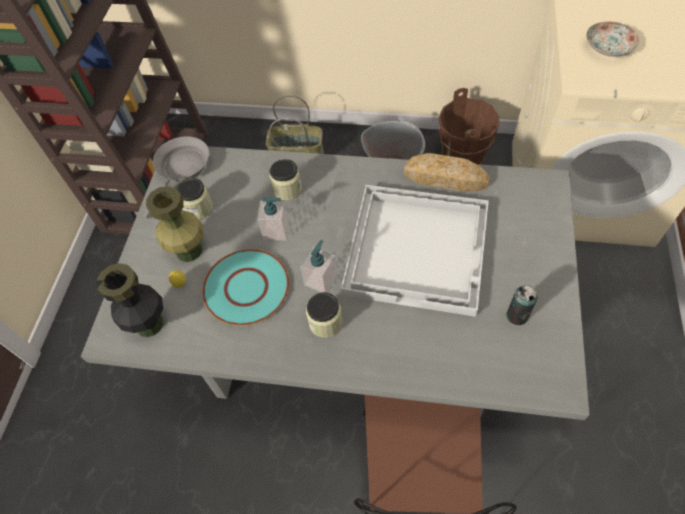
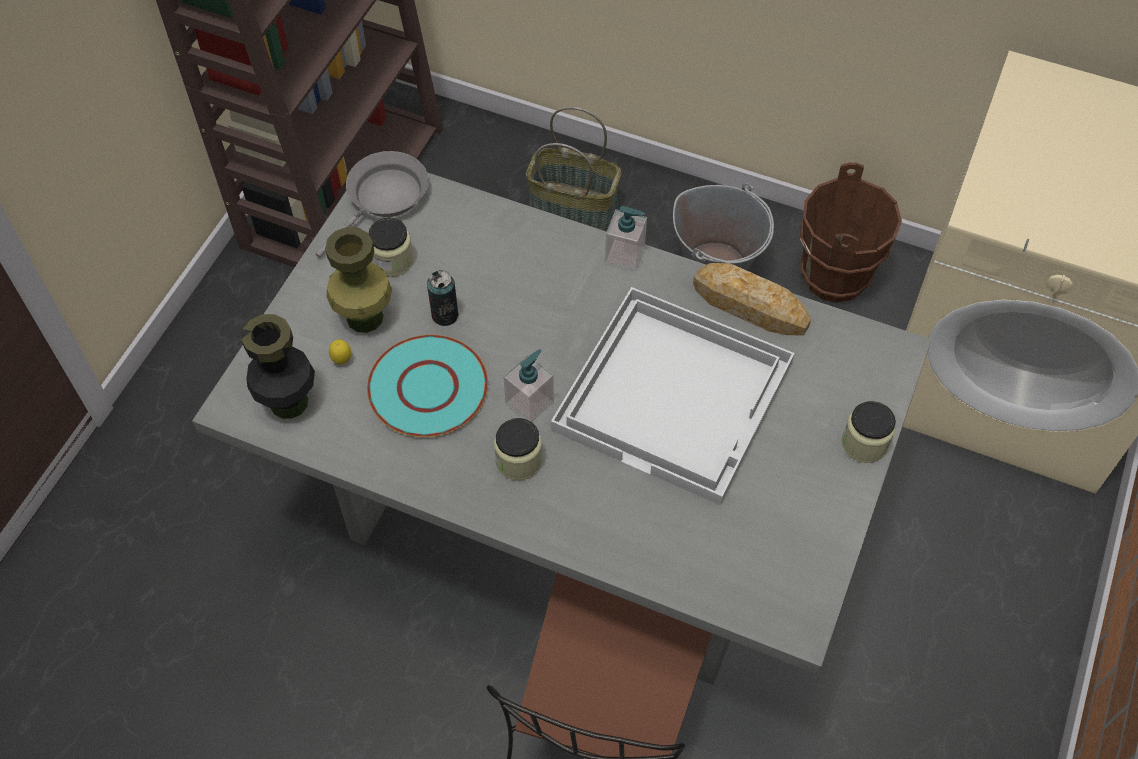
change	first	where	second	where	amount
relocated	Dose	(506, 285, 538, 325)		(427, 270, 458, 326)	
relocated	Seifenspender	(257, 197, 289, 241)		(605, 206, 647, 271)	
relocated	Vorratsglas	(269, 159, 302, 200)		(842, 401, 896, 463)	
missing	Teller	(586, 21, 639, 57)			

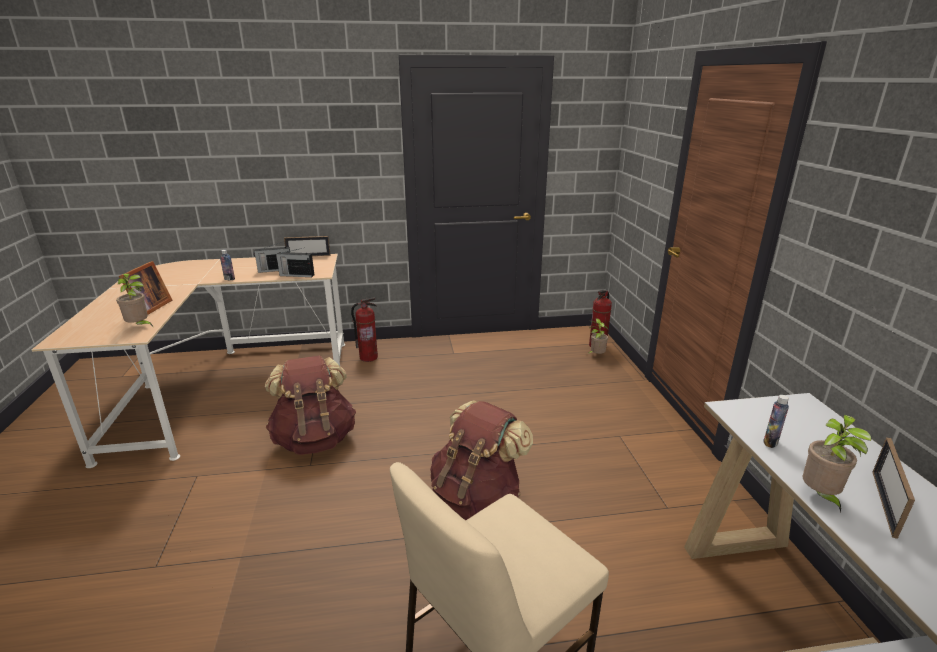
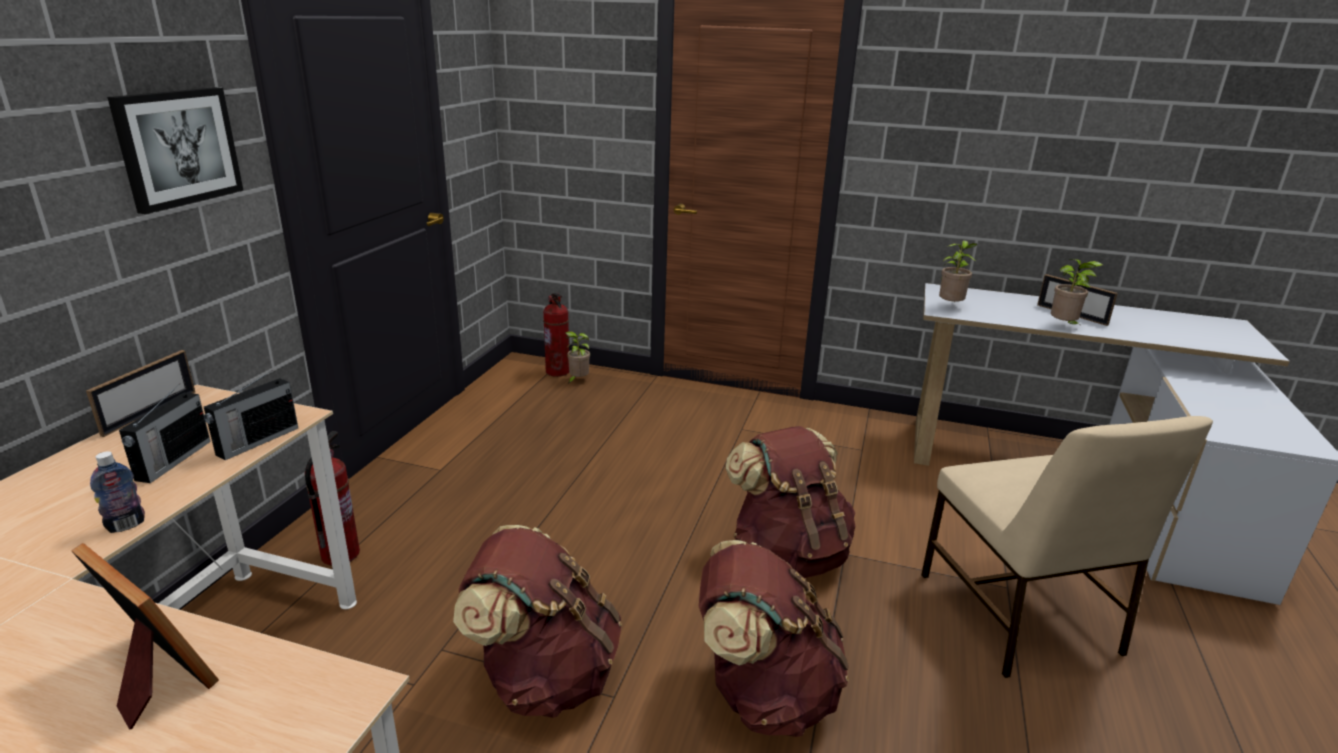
change	first	where	second	where	amount
appeared			Bild	(107, 87, 243, 214)	
appeared			Rucksack [braun]	(699, 540, 849, 737)	
relocated	Topfpflanze	(116, 274, 153, 326)		(939, 240, 978, 302)	
missing	Flasche	(763, 395, 789, 448)			

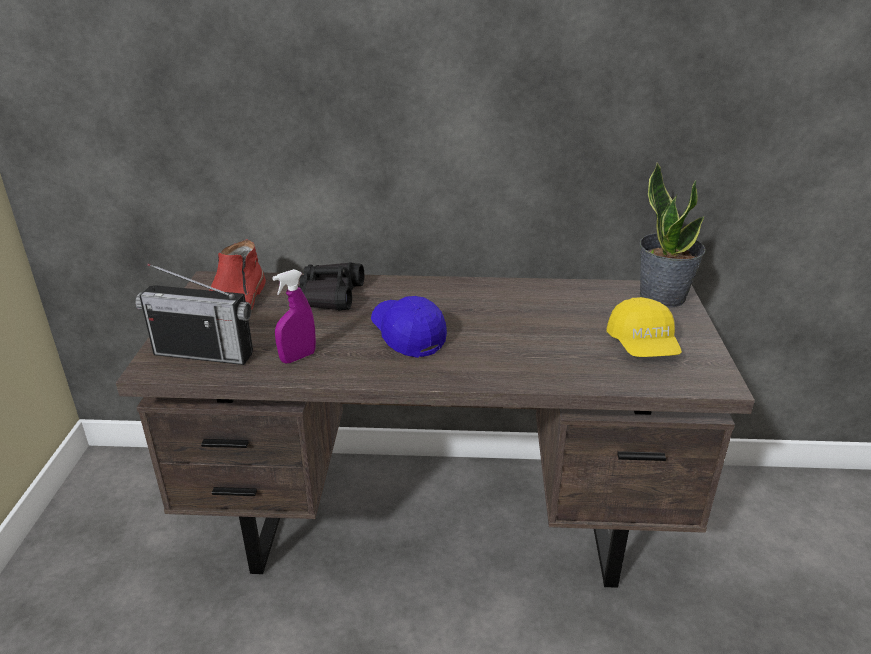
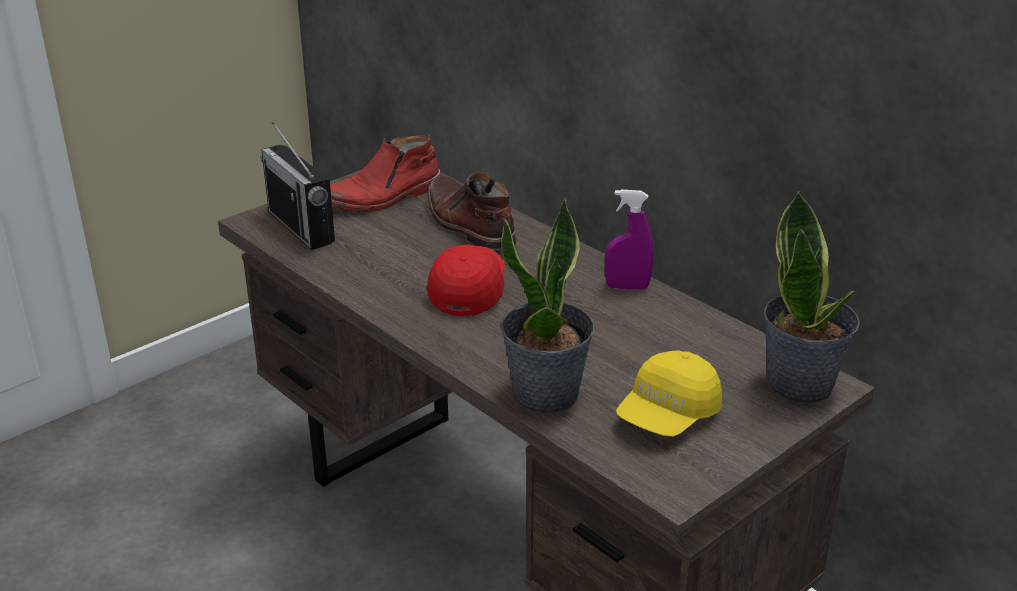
change	first	where	second	where	amount
colour	Kappe [blau]	(371, 296, 447, 358)	Kappe [rot]	(427, 244, 505, 316)	
exchanged	Fernglas [schwarz]	(298, 262, 364, 311)	Stiefel [braun]	(428, 172, 516, 250)	
appeared			Topfpflanze	(501, 198, 595, 414)	
relocated	Sprühflasche [lila]	(272, 269, 316, 363)		(605, 189, 654, 290)	

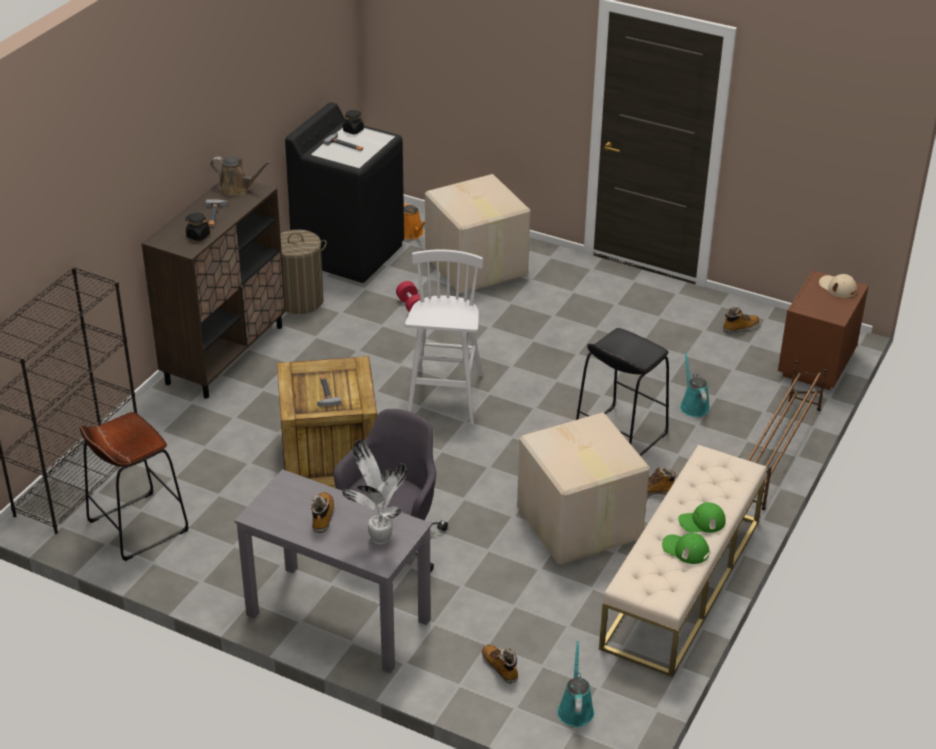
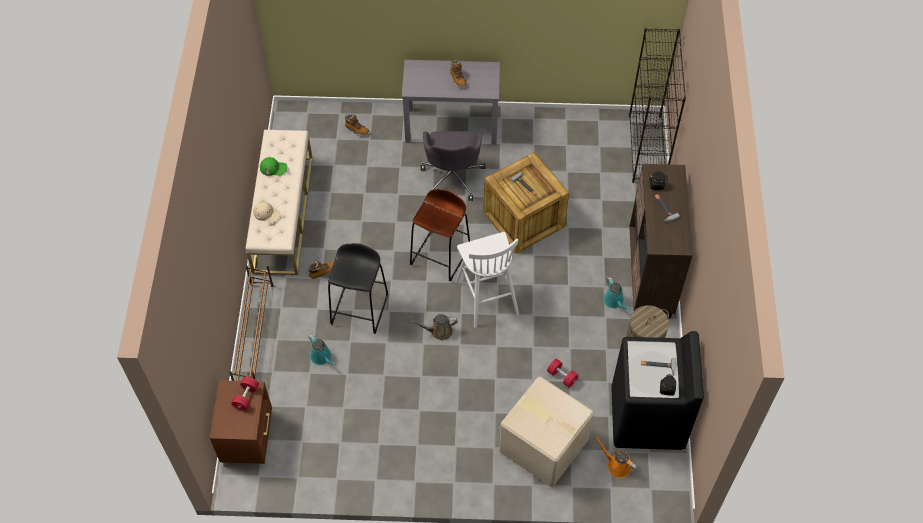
change	first	where	second	where	amount
appeared			Hantel [rot]	(231, 376, 259, 411)	
relocated	Kappe [beige]	(819, 274, 857, 298)		(253, 202, 281, 223)	
relocated	Hocker [braun]	(79, 412, 189, 561)		(410, 189, 470, 281)	
relocated	Gießkanne [braun]	(210, 156, 272, 196)		(411, 314, 458, 340)	
relocated	Gießkanne [türkis]	(557, 641, 594, 727)		(603, 277, 631, 311)	
missing	Topfpflanze	(342, 439, 407, 544)			
missing	Karton	(517, 412, 650, 565)			
missing	Kappe [grün]	(678, 502, 726, 533)			
missing	Stiefel	(723, 306, 760, 333)			

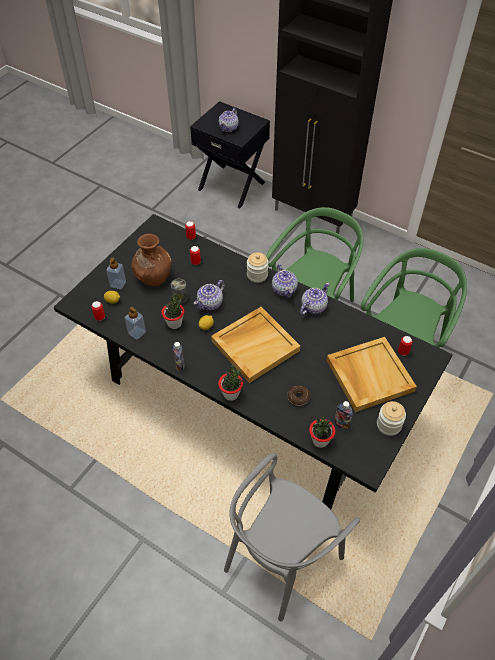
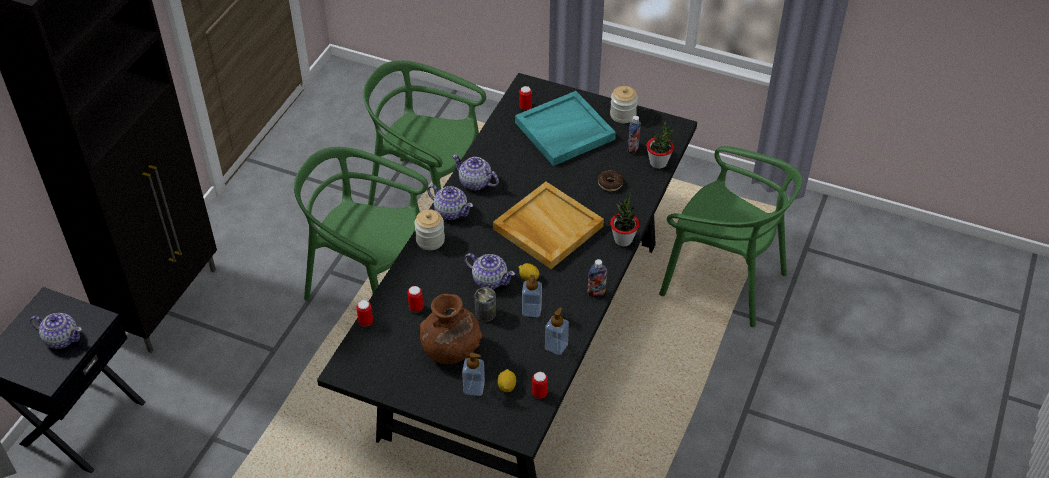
change	first	where	second	where	amount
spun	Teekanne	(272, 264, 298, 298)		(427, 185, 473, 220)	60 degrees clockwise
colour	Tablett [beige]	(326, 337, 417, 412)	Tablett [türkis]	(515, 91, 616, 166)	
exchanged	Topfpflanze	(161, 293, 184, 329)	Seifenspender	(522, 275, 542, 317)	
colour	Stuhl [grau]	(224, 453, 361, 621)	Stuhl [grün]	(659, 146, 802, 327)	

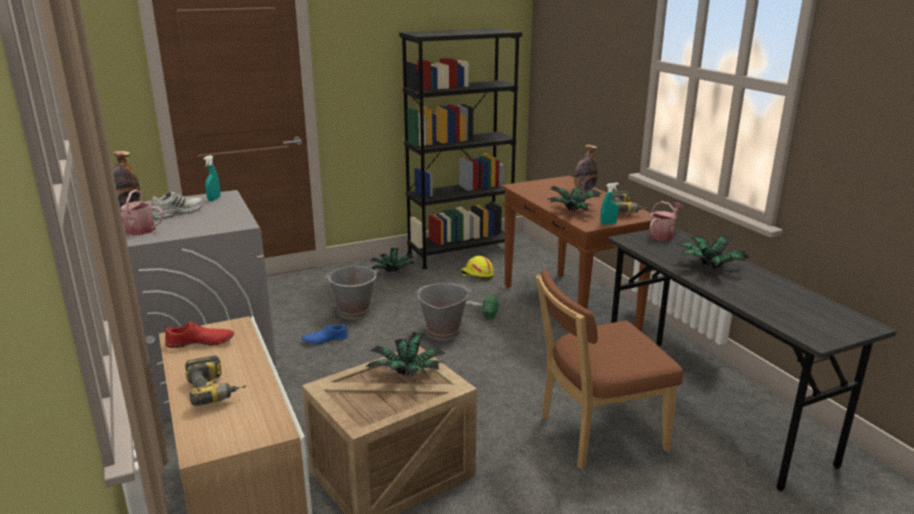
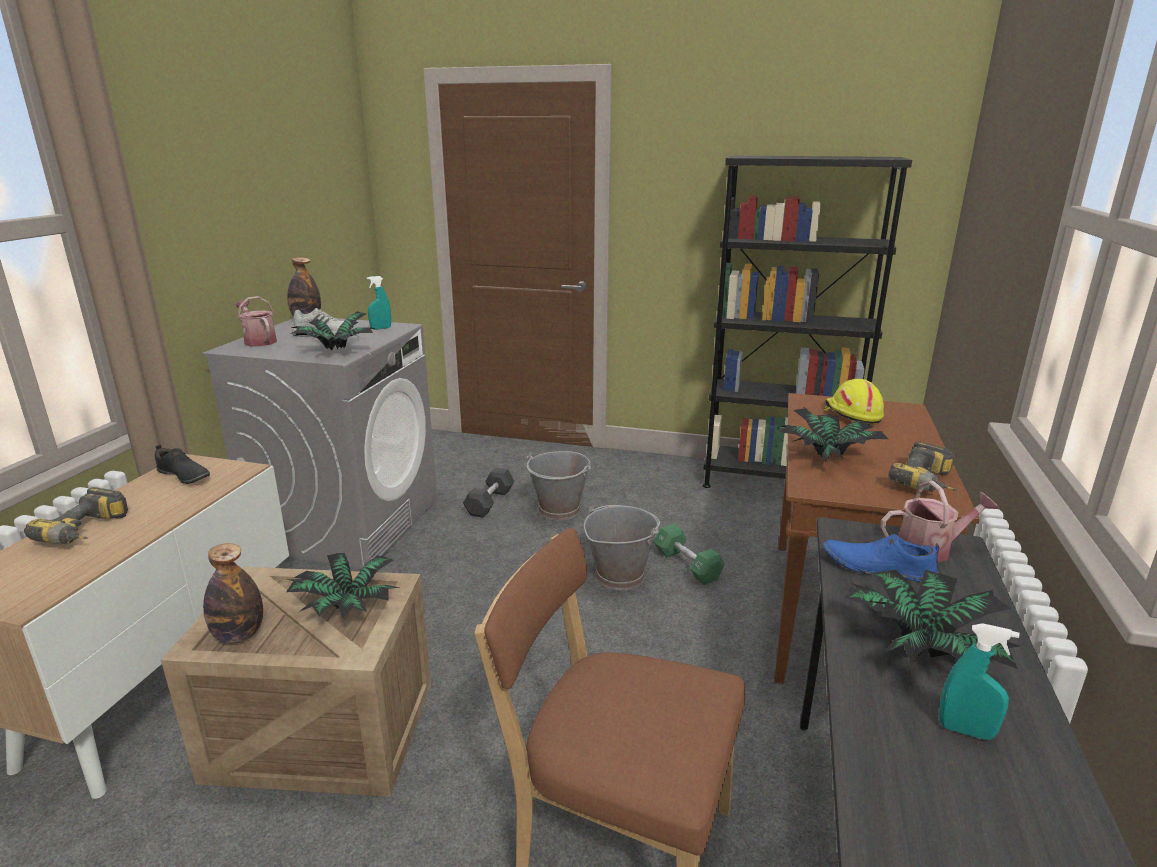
change	first	where	second	where	amount
colour	Schuh [rot]	(165, 321, 234, 348)	Schuh [schwarz]	(155, 445, 210, 484)	
relocated	Flasche	(574, 145, 598, 191)		(203, 543, 263, 644)	
relocated	Topfpflanze	(370, 248, 415, 273)		(290, 312, 376, 350)	
appeared			Hantel [schwarz]	(463, 467, 515, 518)	
relocated	Schuh [blau]	(302, 322, 348, 345)		(823, 534, 939, 582)	
relocated	Schutzhelm [gelb]	(461, 256, 494, 279)		(824, 379, 884, 424)	
relocated	Sprühflasche [türkis]	(600, 183, 619, 225)		(939, 623, 1020, 740)	

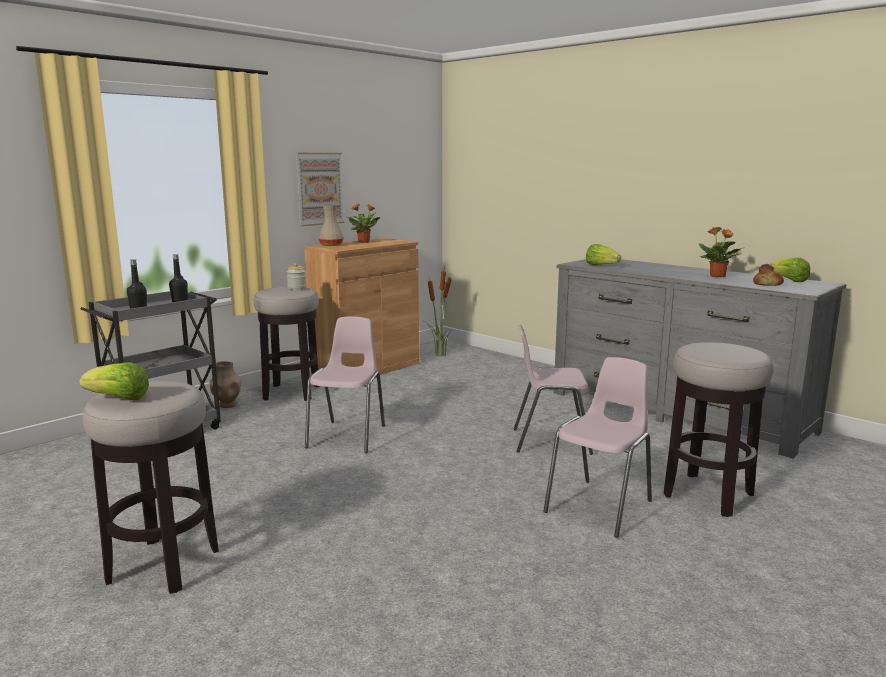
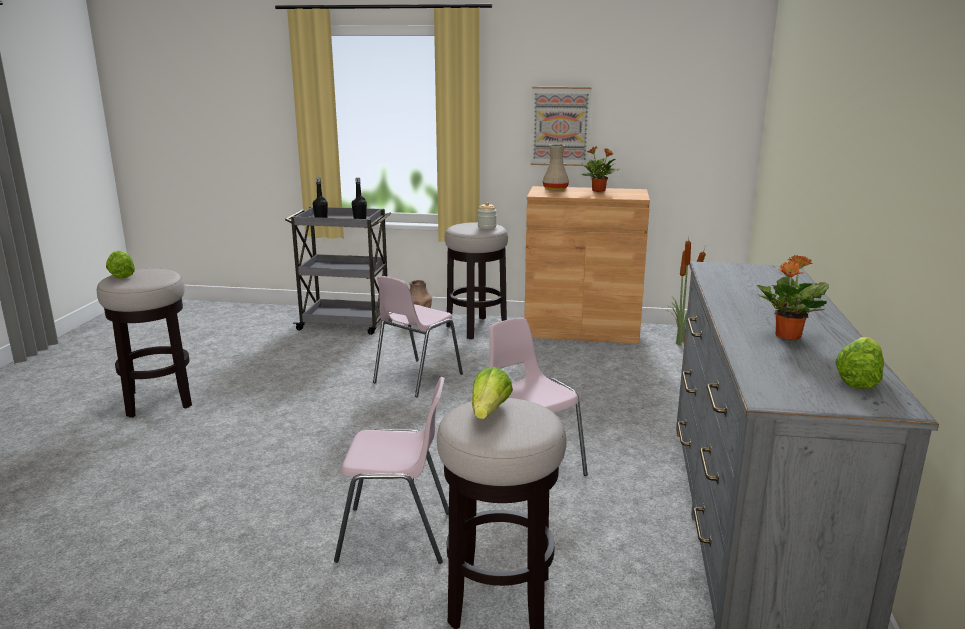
change	first	where	second	where	amount
spun	Stuhl [rosa]	(305, 316, 385, 453)		(373, 276, 463, 397)	150 degrees clockwise
relocated	Salatkopf	(586, 244, 621, 265)		(472, 366, 513, 419)	
missing	Brot	(753, 264, 784, 286)			

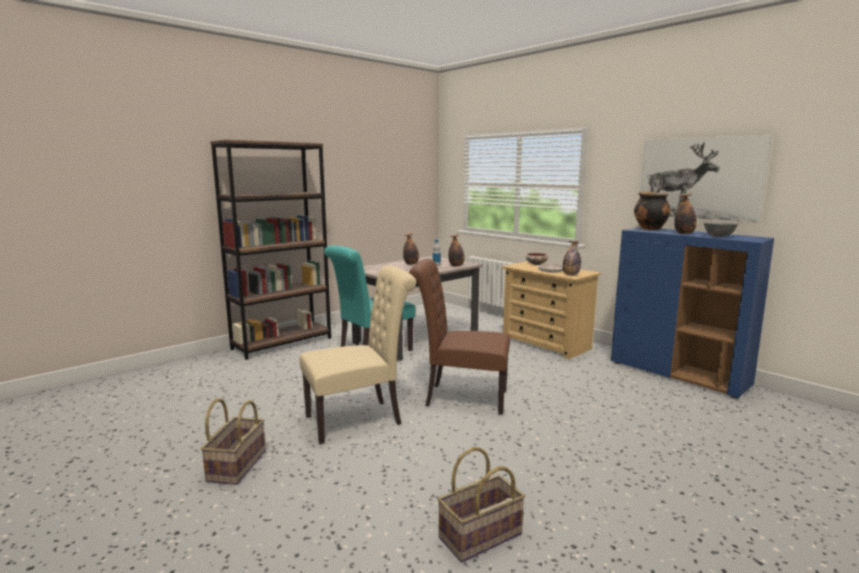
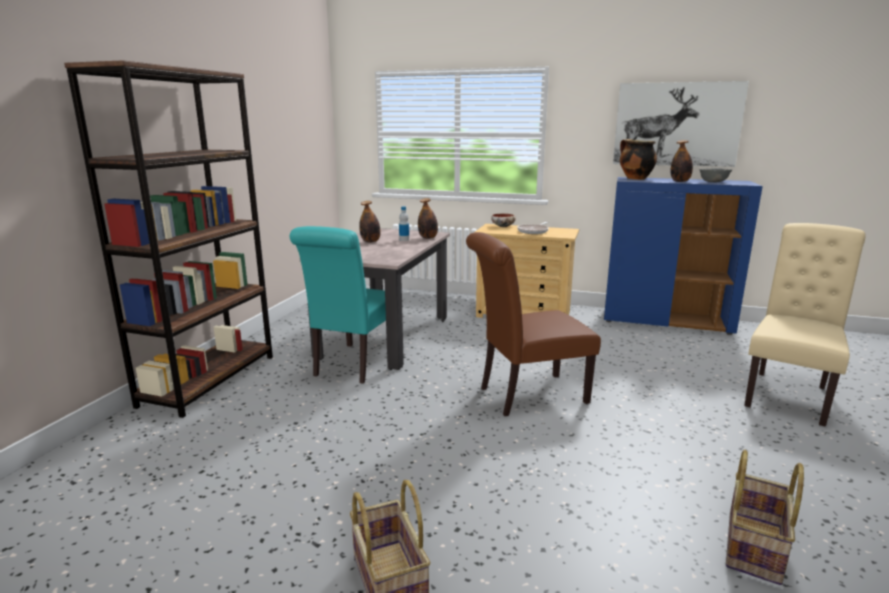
change	first	where	second	where	amount
relocated	Stuhl [beige]	(299, 266, 416, 444)		(744, 223, 866, 427)	
missing	Flasche	(563, 241, 581, 275)			

